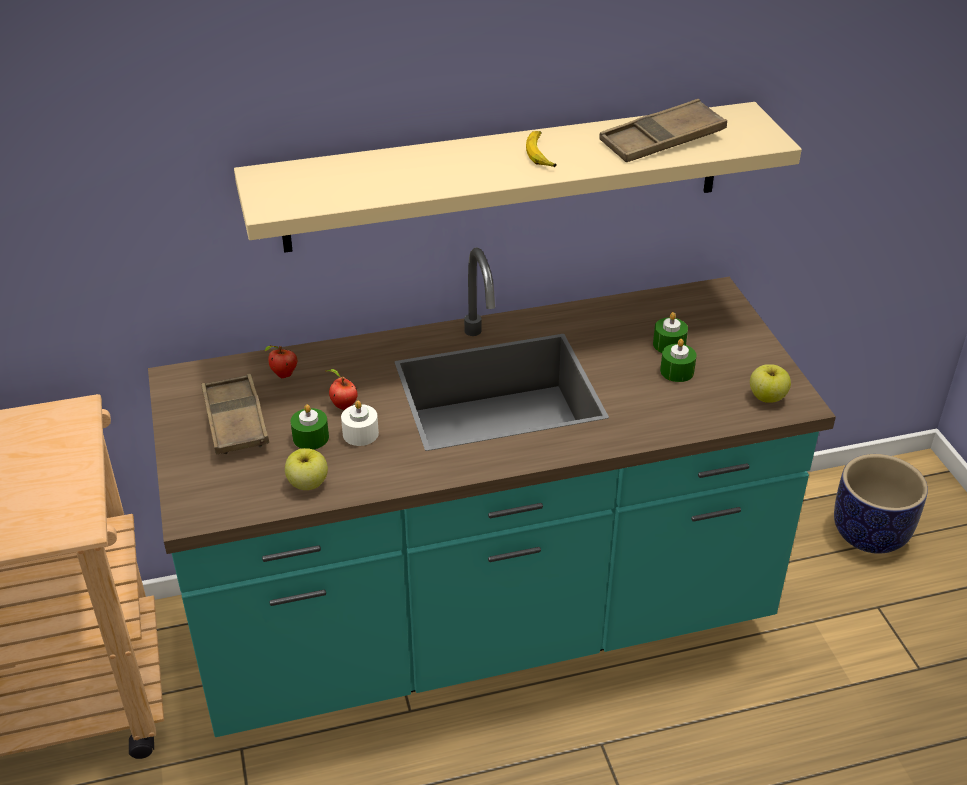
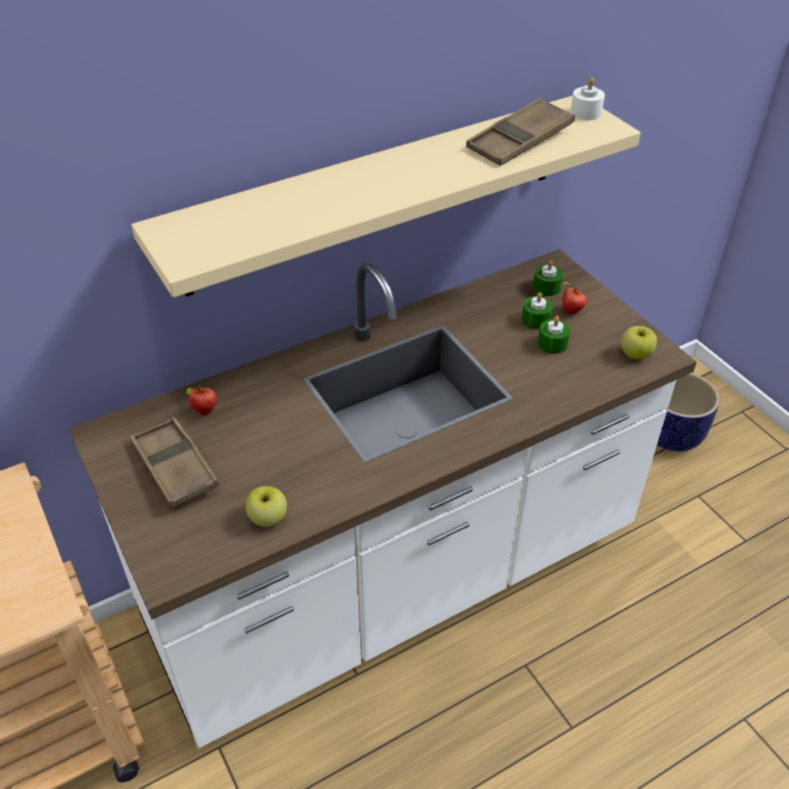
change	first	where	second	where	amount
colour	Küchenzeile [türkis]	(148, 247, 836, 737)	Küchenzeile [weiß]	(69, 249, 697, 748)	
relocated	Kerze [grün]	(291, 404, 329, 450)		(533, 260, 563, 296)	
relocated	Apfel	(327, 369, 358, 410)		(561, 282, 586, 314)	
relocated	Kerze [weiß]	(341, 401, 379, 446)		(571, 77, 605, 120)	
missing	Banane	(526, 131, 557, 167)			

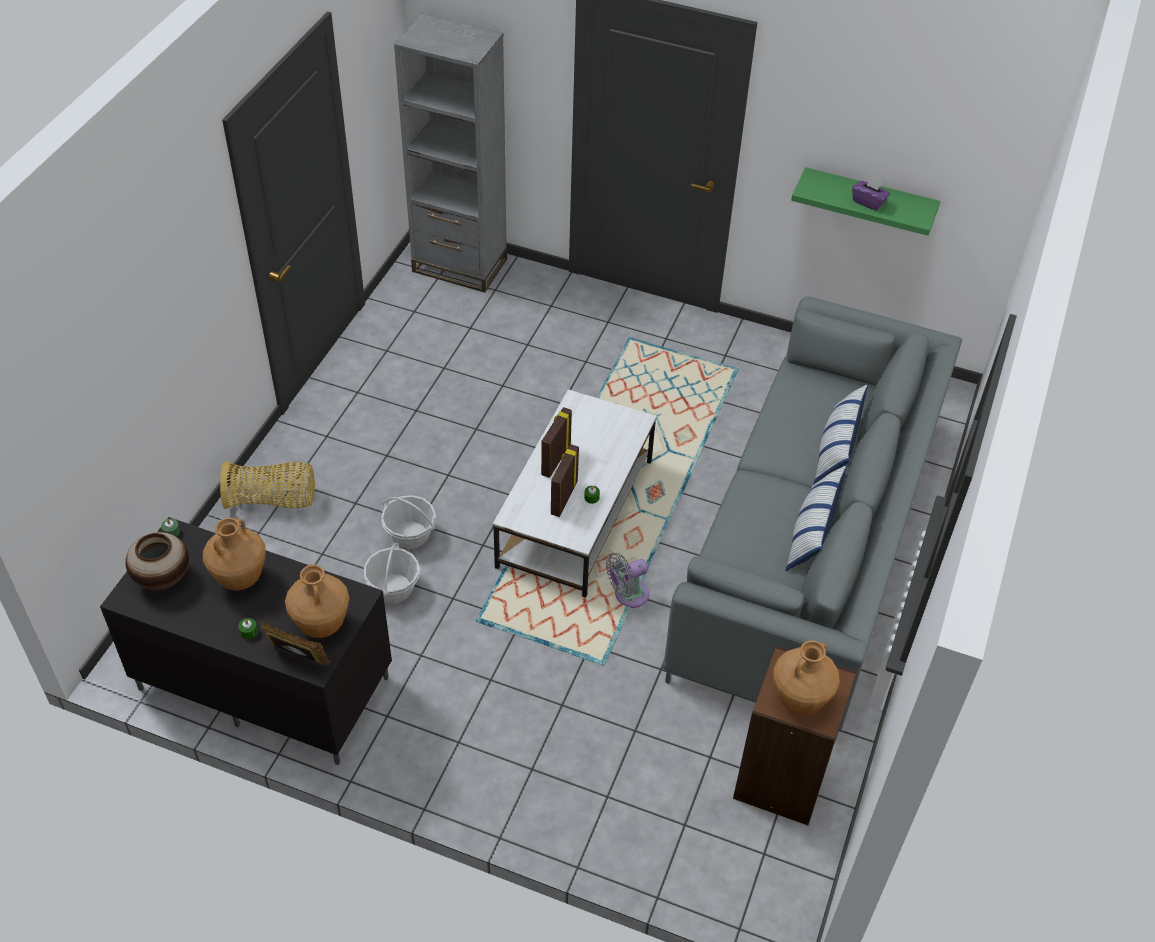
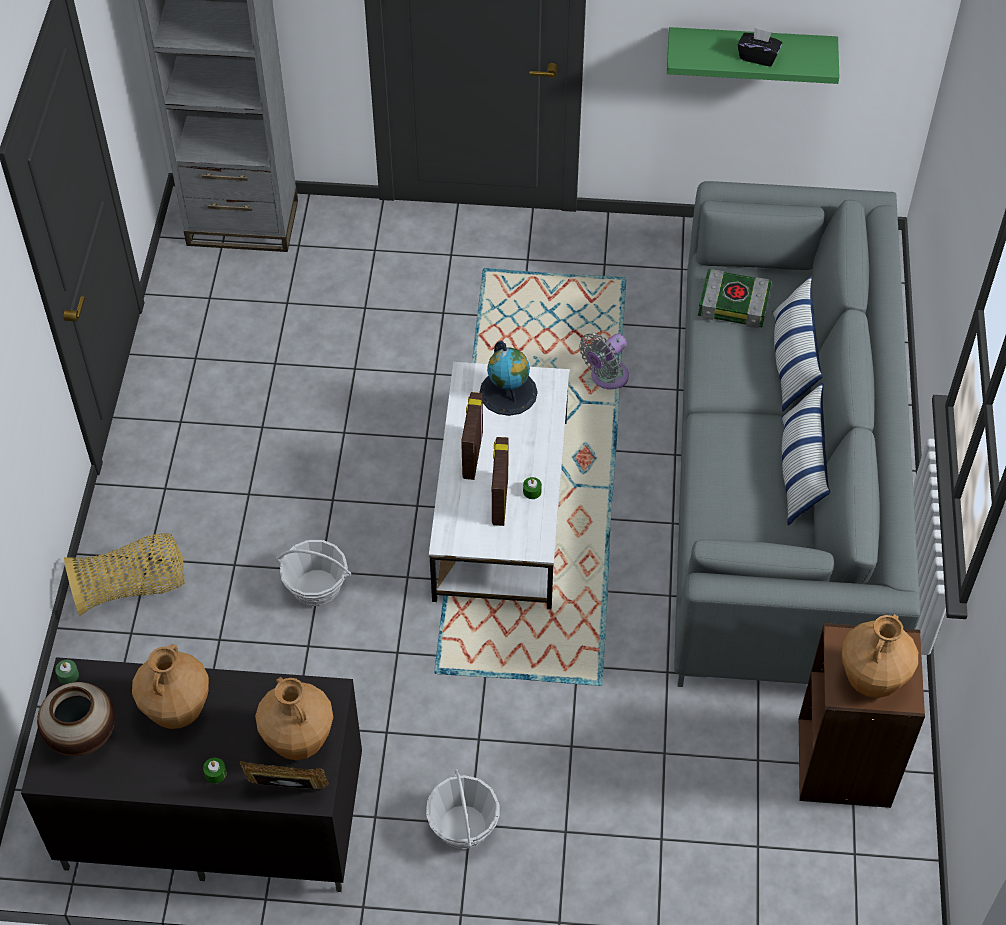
change	first	where	second	where	amount
relocated	Korb	(364, 543, 420, 603)		(426, 769, 500, 849)	
appeared			Globus	(479, 341, 538, 416)	
relocated	Ventilator [grau]	(606, 553, 649, 608)		(579, 333, 629, 389)	
appeared			Buch	(698, 269, 772, 329)	
colour	Taschentuchbox [lila]	(852, 177, 890, 211)	Taschentuchbox [schwarz]	(738, 28, 782, 67)	

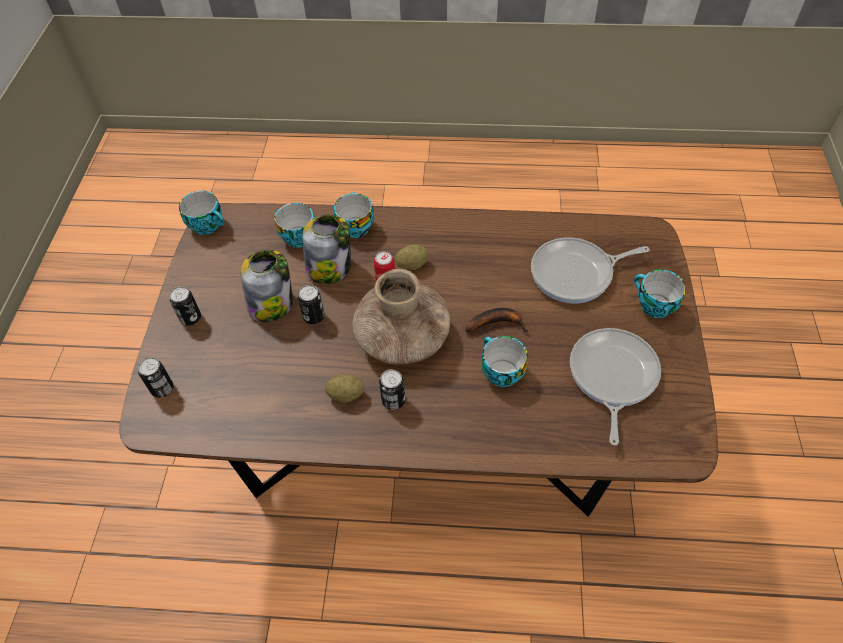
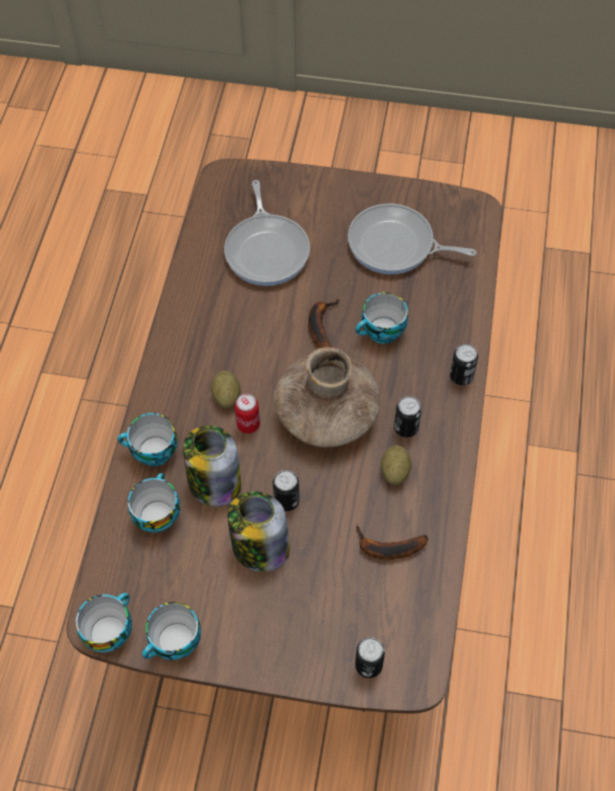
change	first	where	second	where	amount
relocated	Tasse	(634, 270, 686, 318)		(142, 602, 201, 660)	
appeared			Banane	(356, 524, 428, 560)	
relocated	Dose	(169, 286, 201, 326)		(450, 344, 478, 385)	

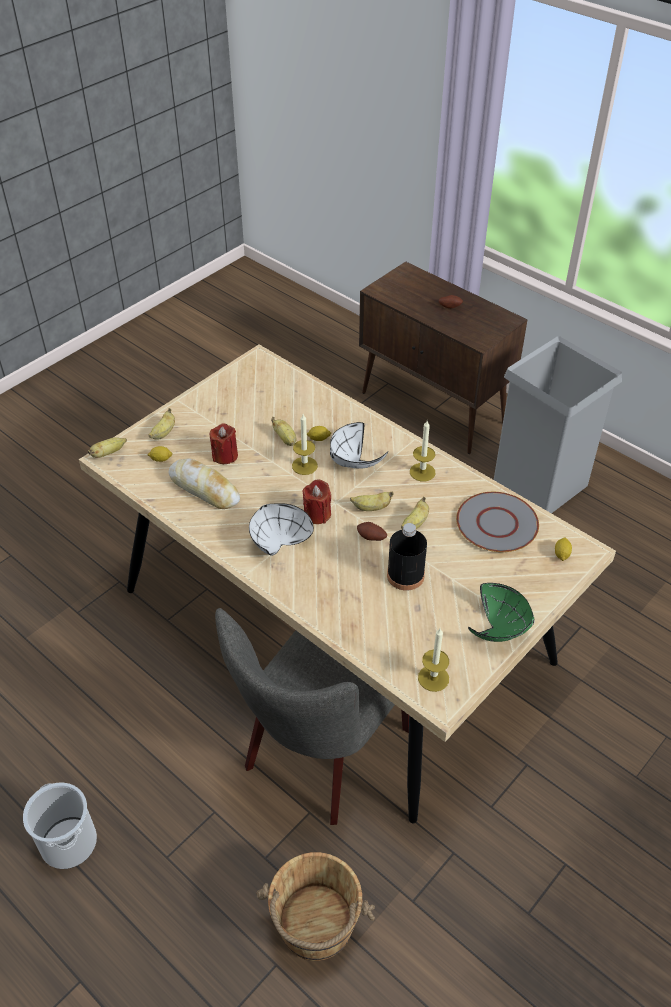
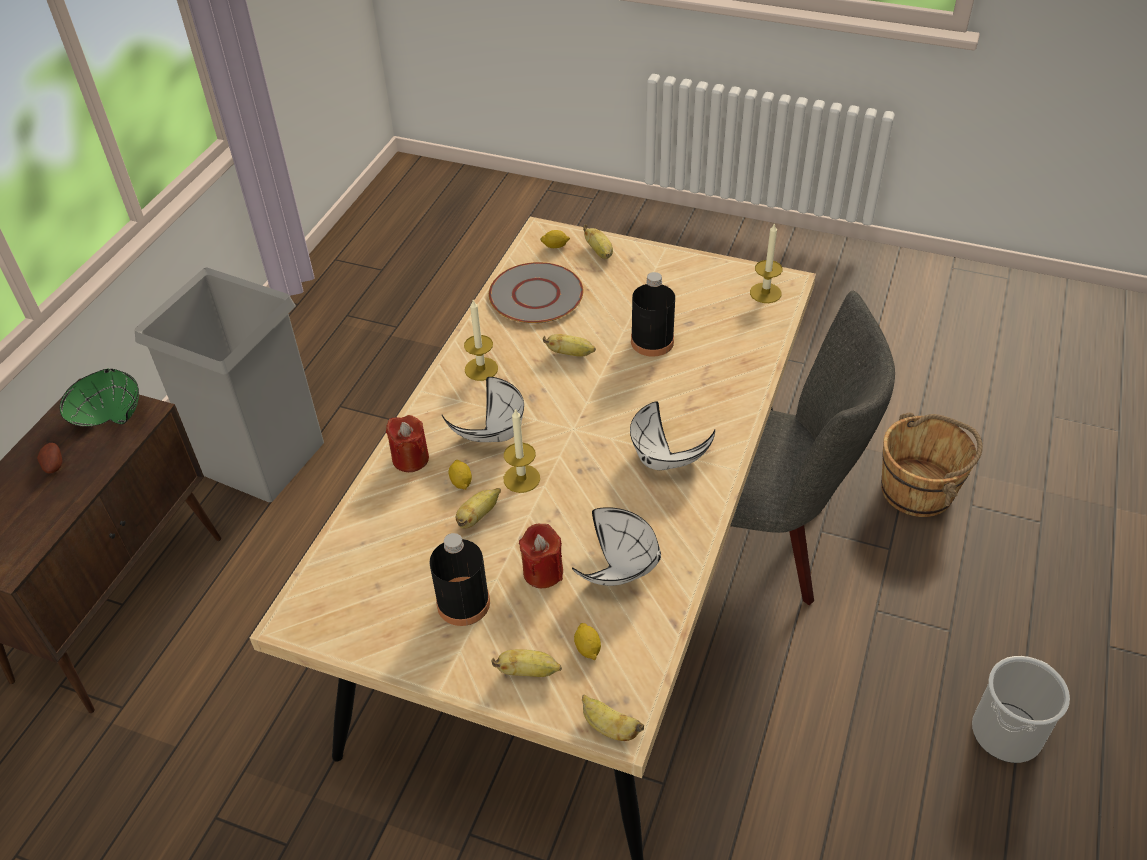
change	first	where	second	where	amount
relocated	Schüssel [grün]	(468, 583, 535, 642)		(60, 368, 139, 427)	
relocated	Kerze [rot]	(303, 480, 331, 524)		(386, 415, 429, 472)	
appeared			Flasche [schwarz]	(430, 533, 490, 626)	
exchanged	Brot	(169, 458, 240, 509)	Schüssel [weiß]	(572, 507, 661, 586)	
relocated	Banane	(350, 491, 394, 511)		(583, 225, 613, 259)	
missing	Kartoffel	(357, 522, 387, 541)			

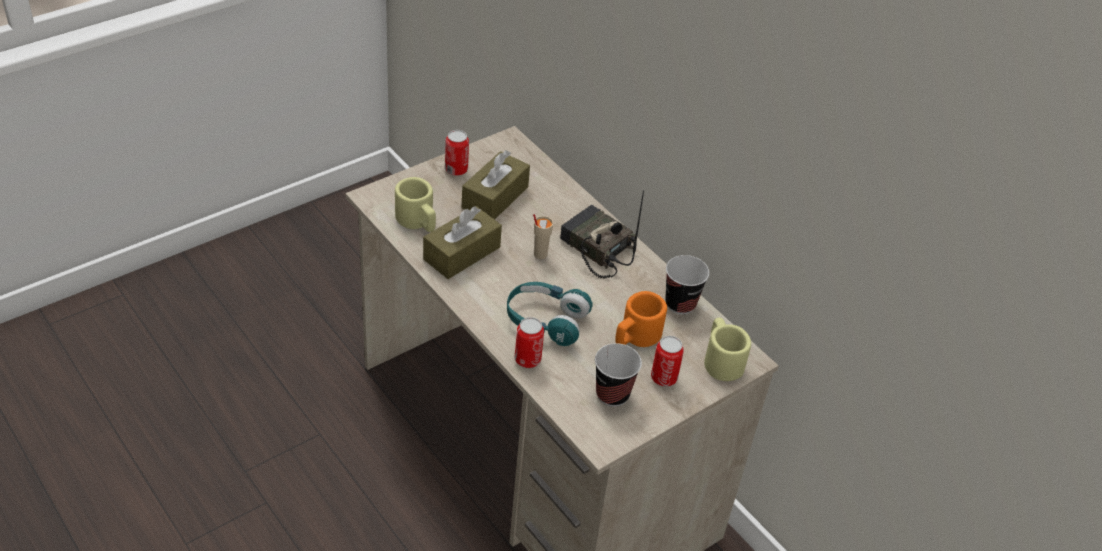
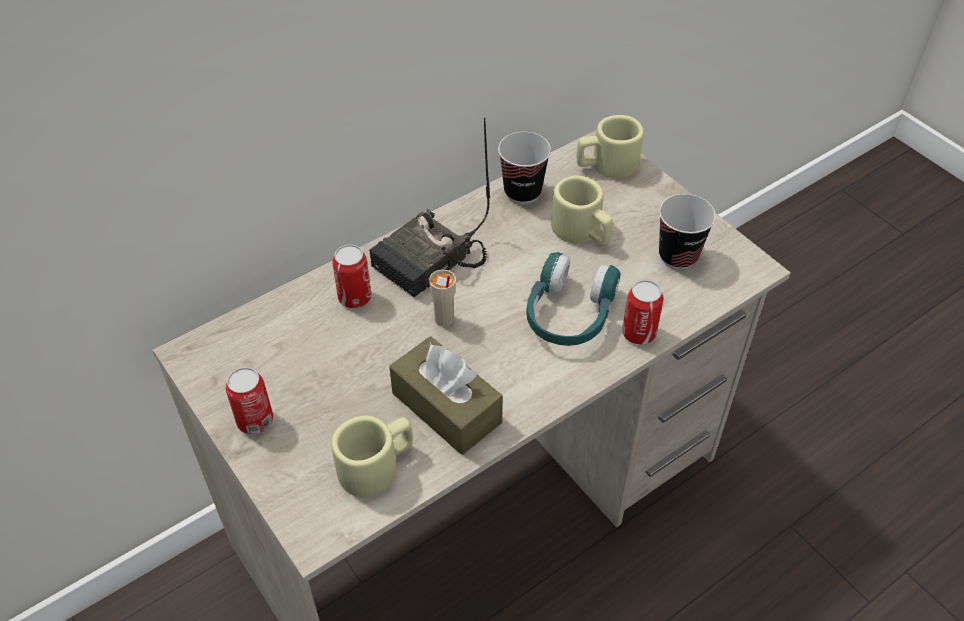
change	first	where	second	where	amount
relocated	Dose	(651, 336, 684, 387)		(332, 245, 371, 308)	
colour	Henkelbecher [orange]	(615, 291, 667, 347)	Henkelbecher [beige]	(551, 175, 613, 245)	
missing	Taschentuchbox [braun]	(462, 150, 530, 219)			

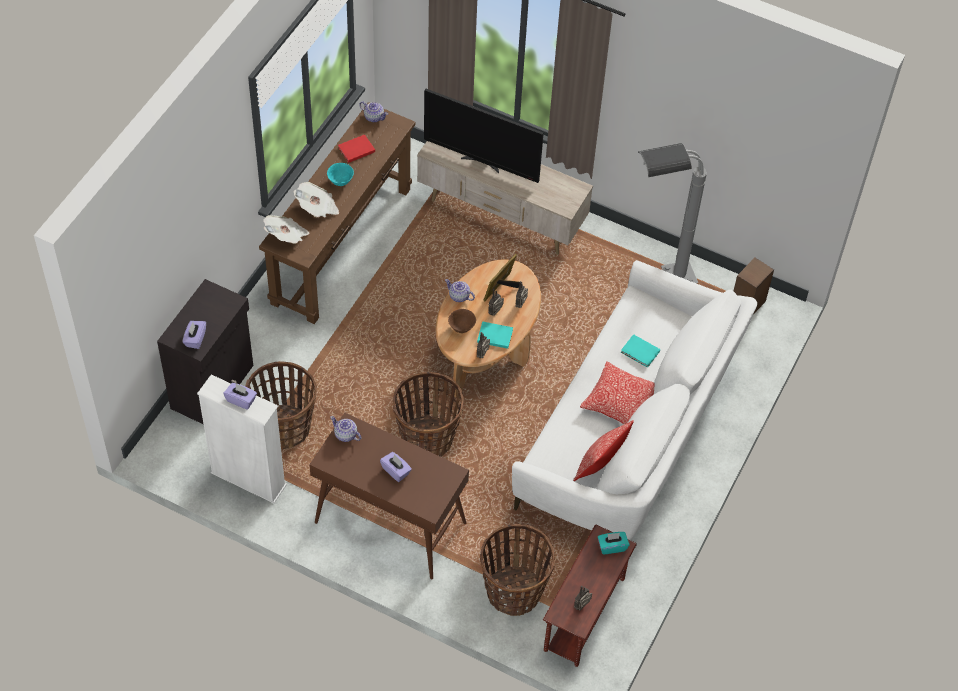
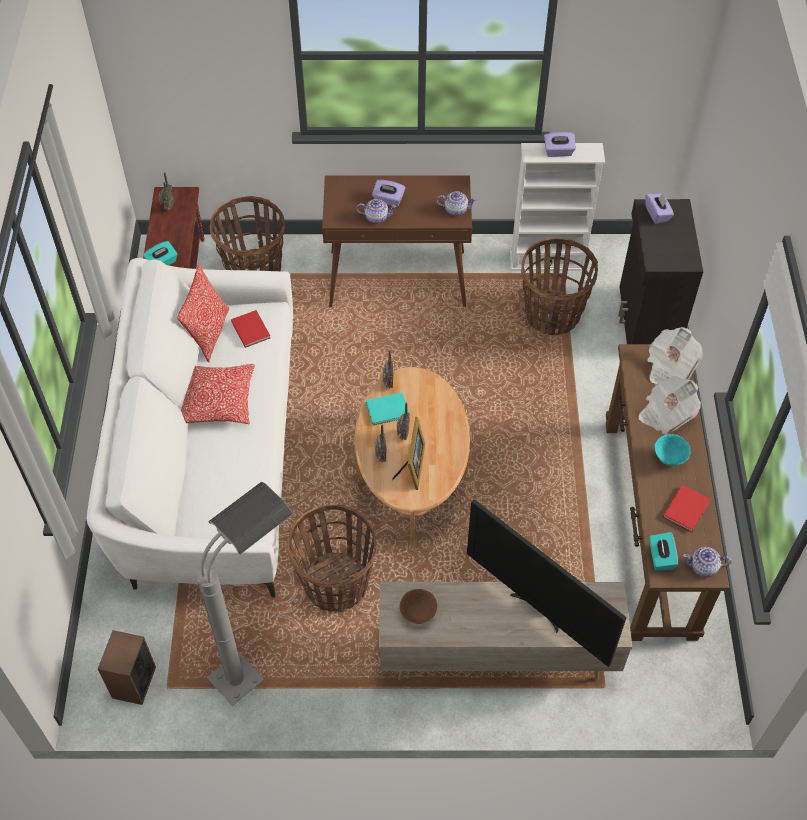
change	first	where	second	where	amount
appeared			Buch [rot]	(231, 310, 270, 348)	
relocated	Korb	(393, 372, 464, 456)		(287, 504, 377, 612)	
relocated	Teekanne	(445, 279, 475, 302)		(357, 199, 396, 224)	
relocated	Schüssel [braun]	(448, 309, 476, 333)		(399, 589, 437, 624)	
spun	Fernseher	(424, 89, 544, 183)		(467, 499, 627, 667)	135 degrees counterclockwise
appeared			Taschentuchbox [türkis]	(649, 532, 678, 571)	
missing	Buch [türkis]	(621, 334, 660, 368)			

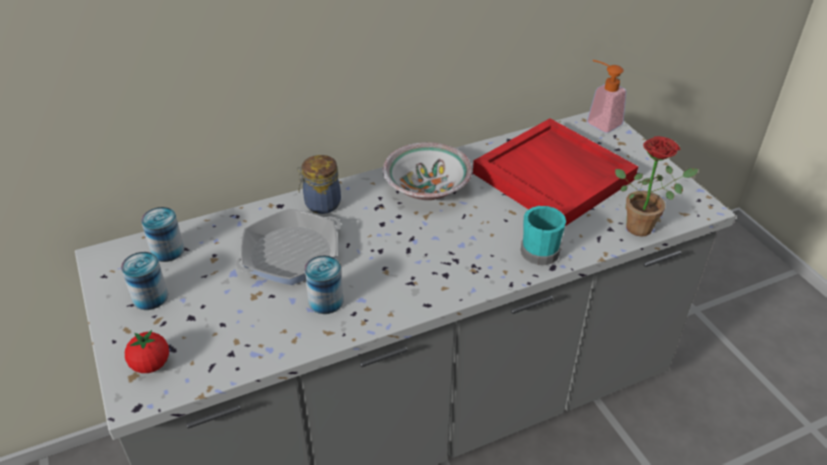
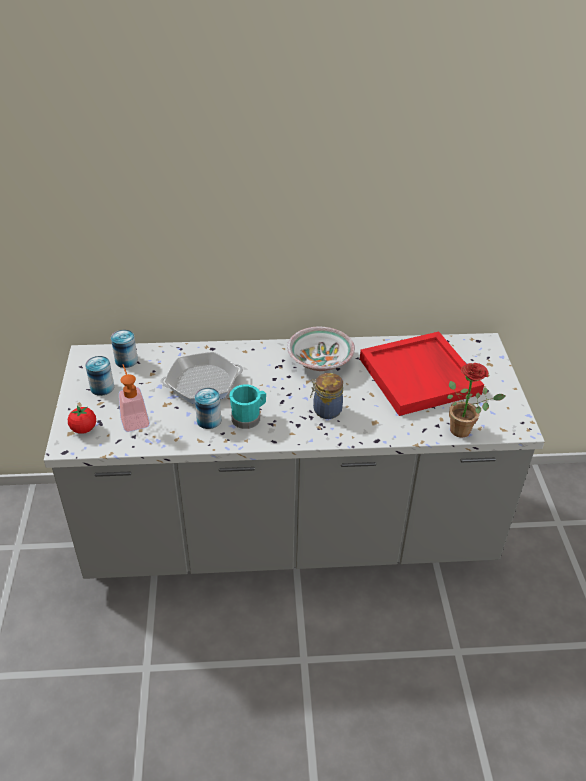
change	first	where	second	where	amount
relocated	Seifenspender	(587, 60, 626, 133)		(119, 364, 150, 432)	
relocated	Henkelbecher [türkis]	(521, 206, 566, 265)		(230, 385, 266, 429)	
relocated	Vorratsglas	(297, 155, 341, 214)		(310, 373, 343, 419)	

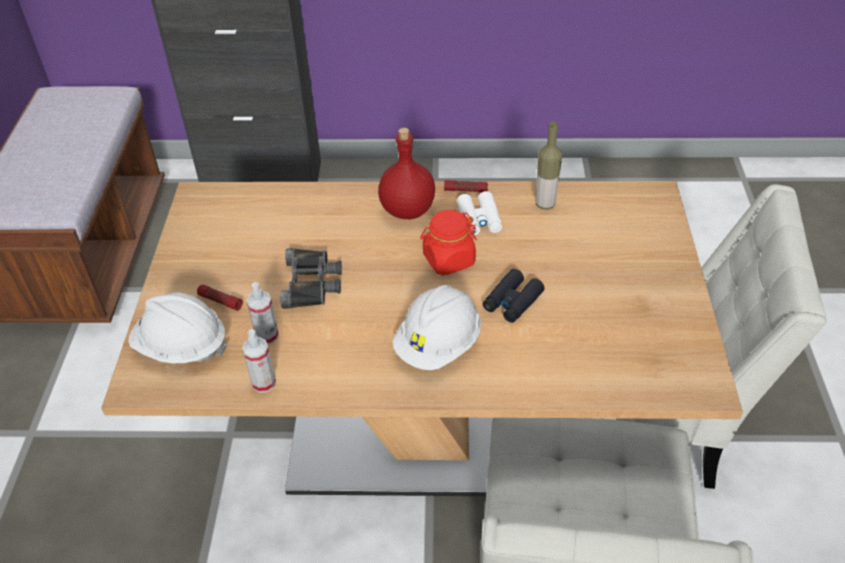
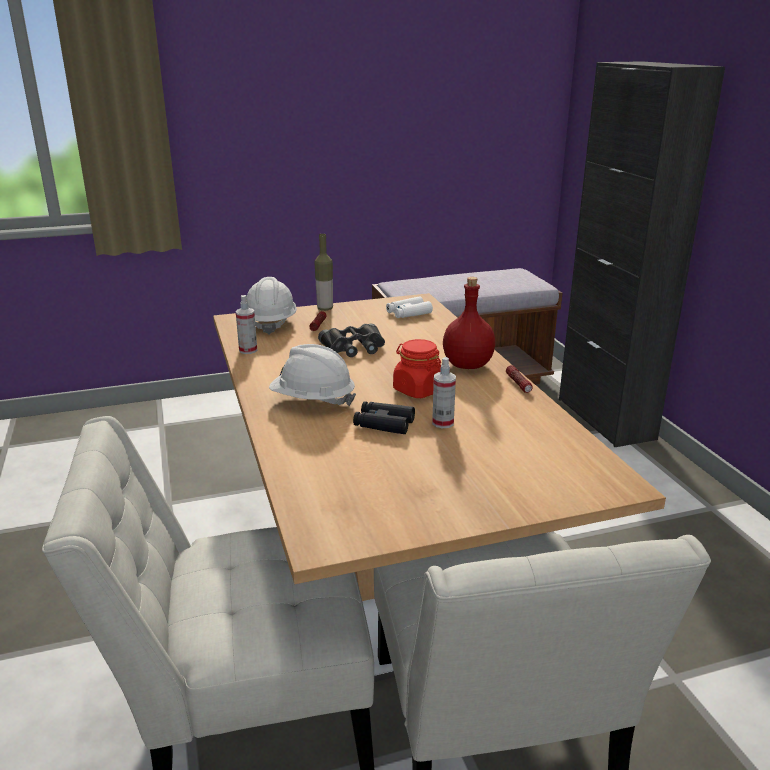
change	first	where	second	where	amount
relocated	Flasche	(535, 122, 562, 210)		(314, 234, 333, 311)	
relocated	Fernglas [weiß]	(457, 191, 502, 235)		(386, 296, 433, 318)	
relocated	Sprühflasche	(247, 282, 279, 345)		(432, 357, 456, 428)	

